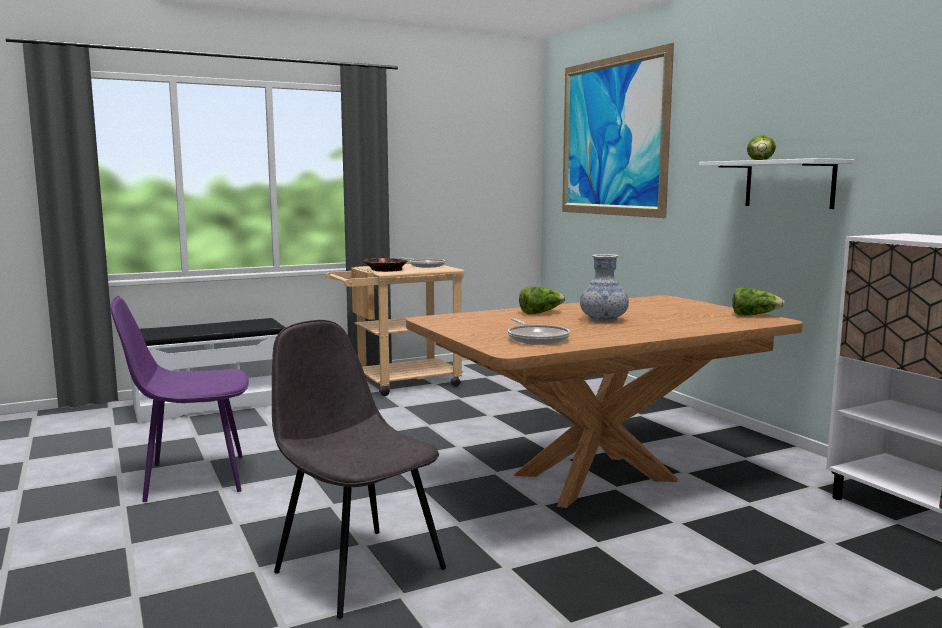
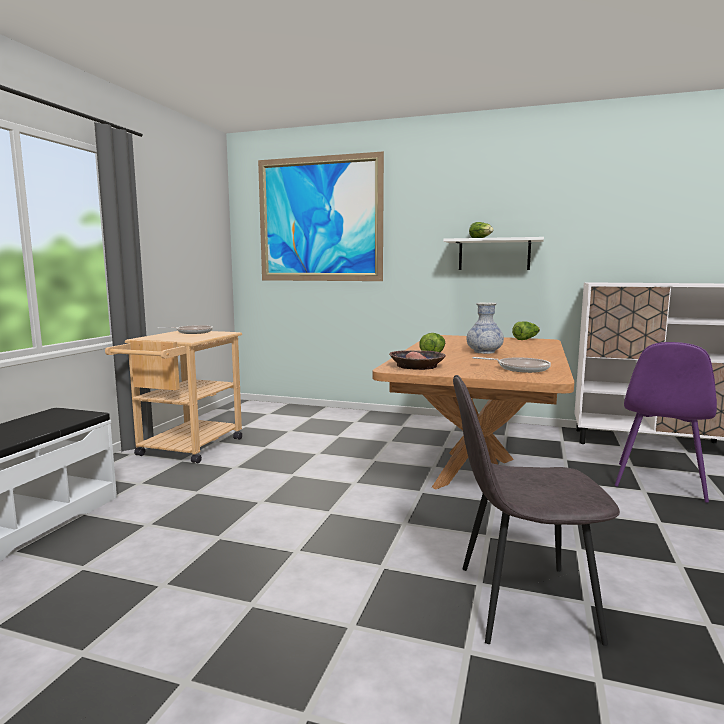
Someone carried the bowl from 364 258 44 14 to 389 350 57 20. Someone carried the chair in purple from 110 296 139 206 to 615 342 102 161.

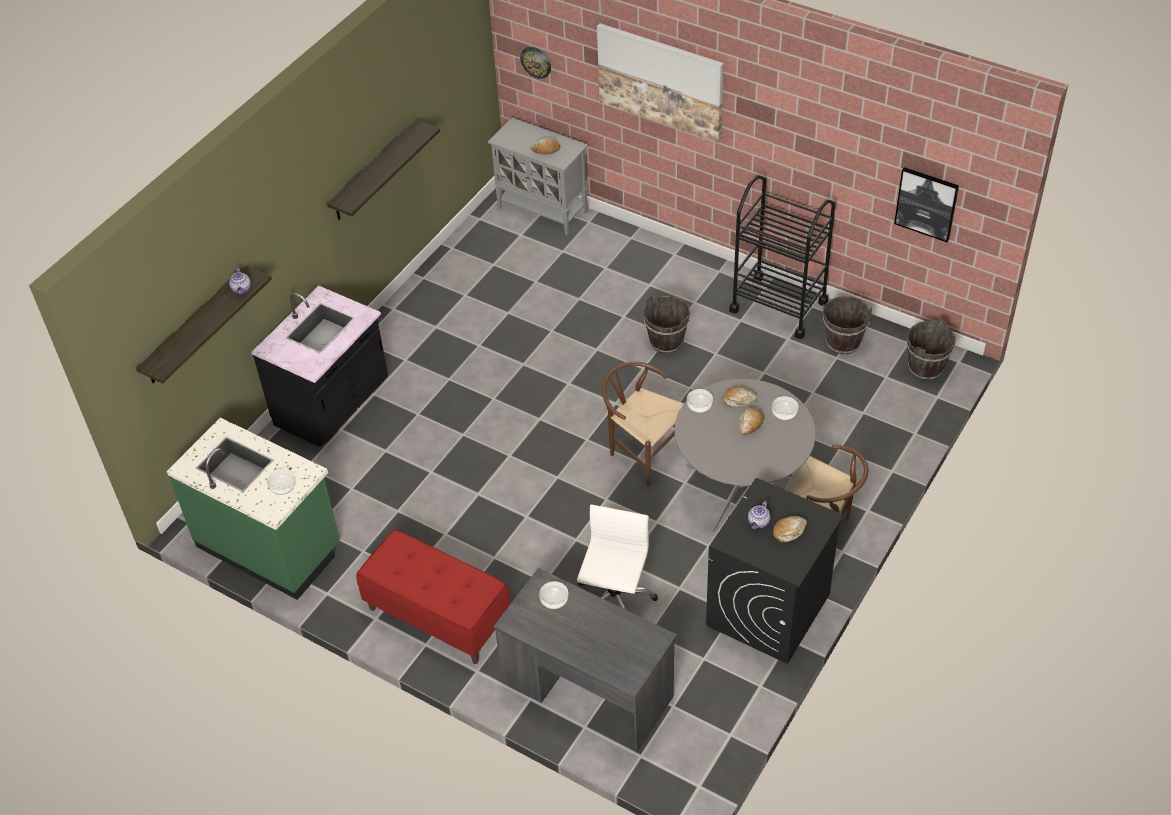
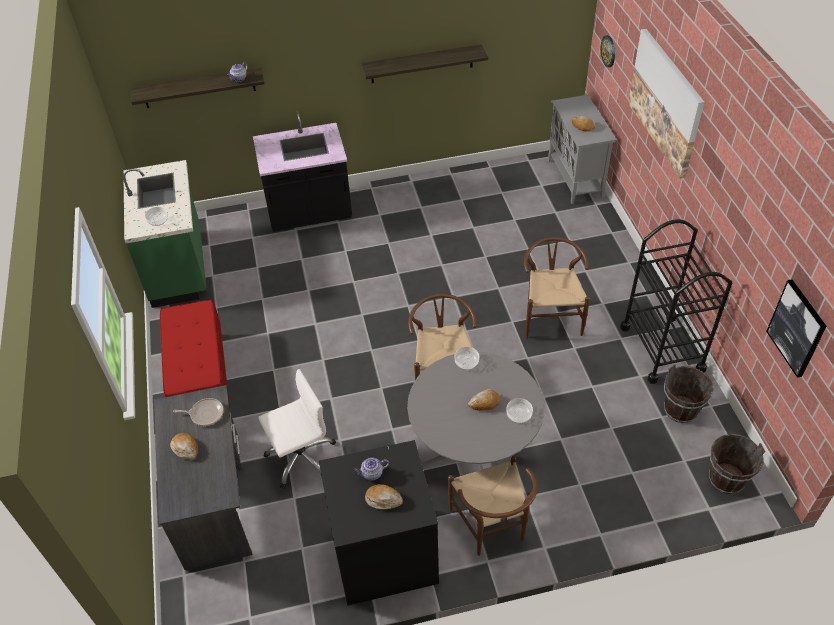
Someone carried the bread from 723 387 34 20 to 170 433 28 27. Someone swapped the bowl at 539 581 29 28 for the frying pan at 173 398 51 28. Someone swapped the bucket in brown at 643 295 47 59 for the chair in brown at 524 237 66 102.

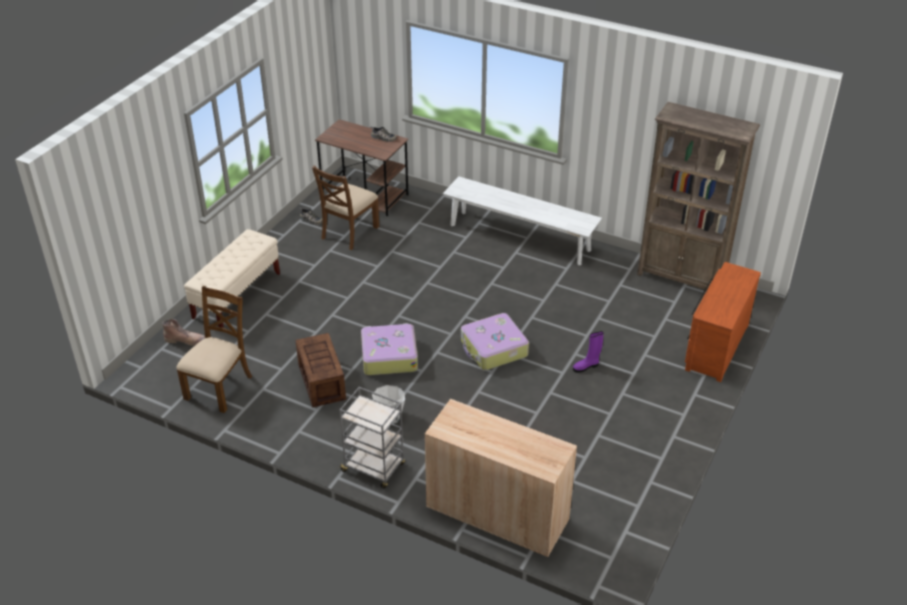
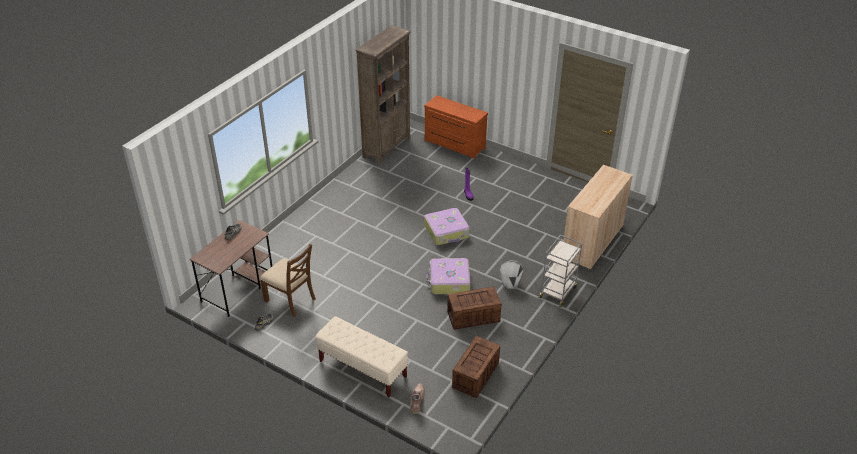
Someone swapped the chair in brown at 176 286 76 127 for the crate at 452 336 48 62. Someone took away the bench in white at 443 176 159 89.

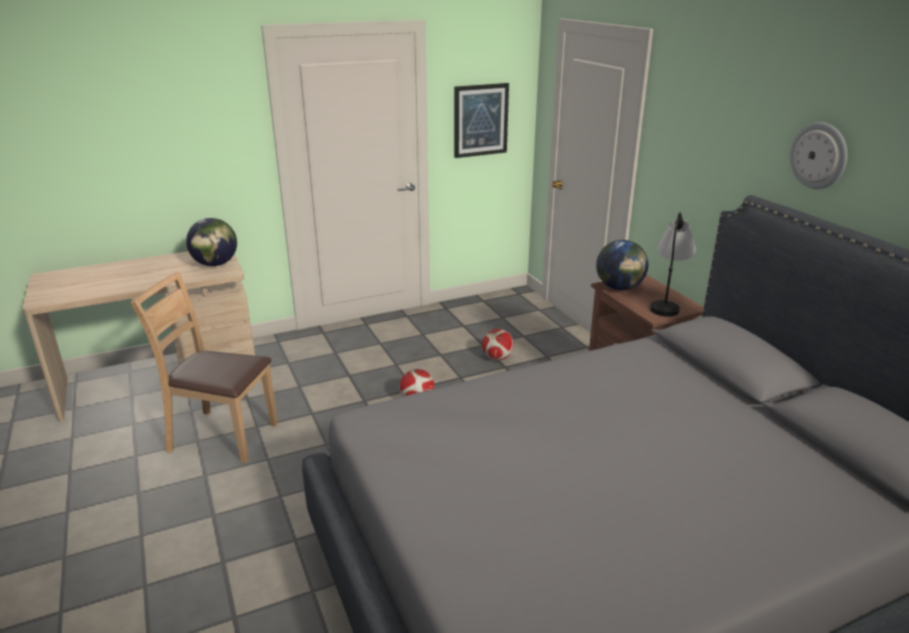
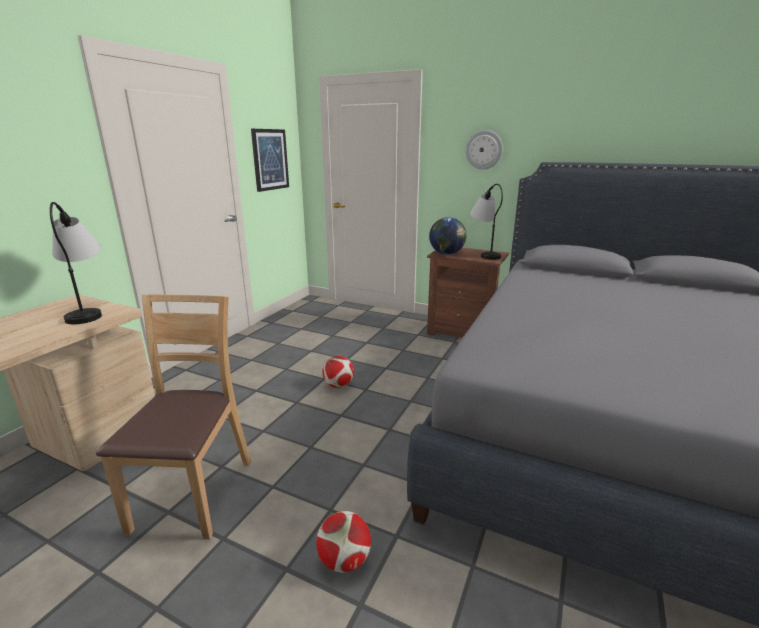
Someone swapped the globe at 186 218 51 48 for the table lamp at 49 202 53 122. Someone rotated the chair in brown at 130 272 148 191 by 120 degrees clockwise. Someone carried the football from 482 329 32 31 to 316 511 55 62. Someone carried the wall clock from 790 122 57 67 to 466 130 37 40.

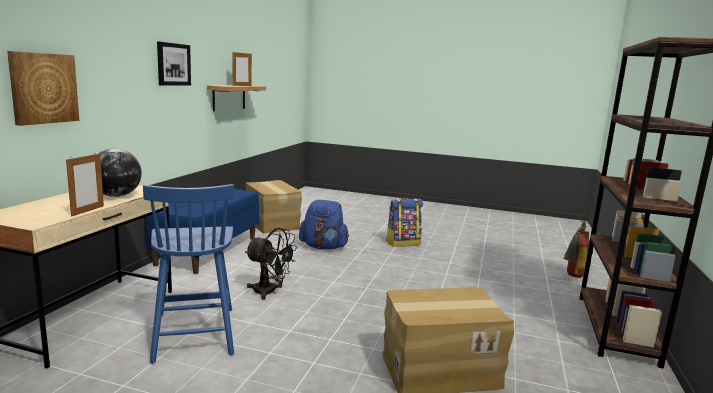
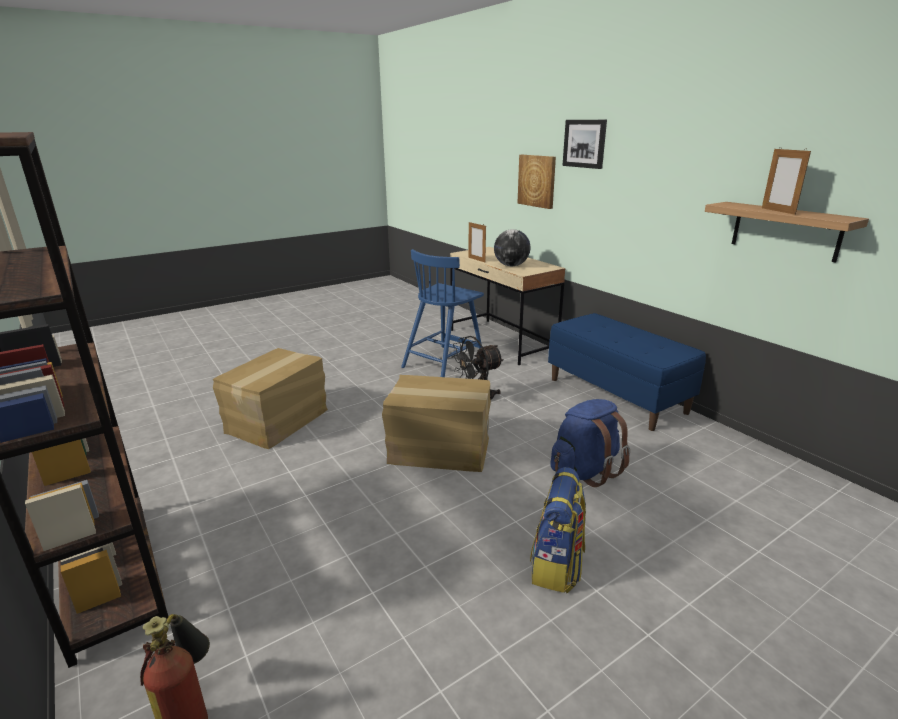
Someone carried the cardboard box from 246 180 56 54 to 382 375 109 97. Someone rotated the chair in blue at 143 184 91 180 by 75 degrees counterclockwise. Someone carried the picture from 157 42 34 44 to 562 120 45 49.

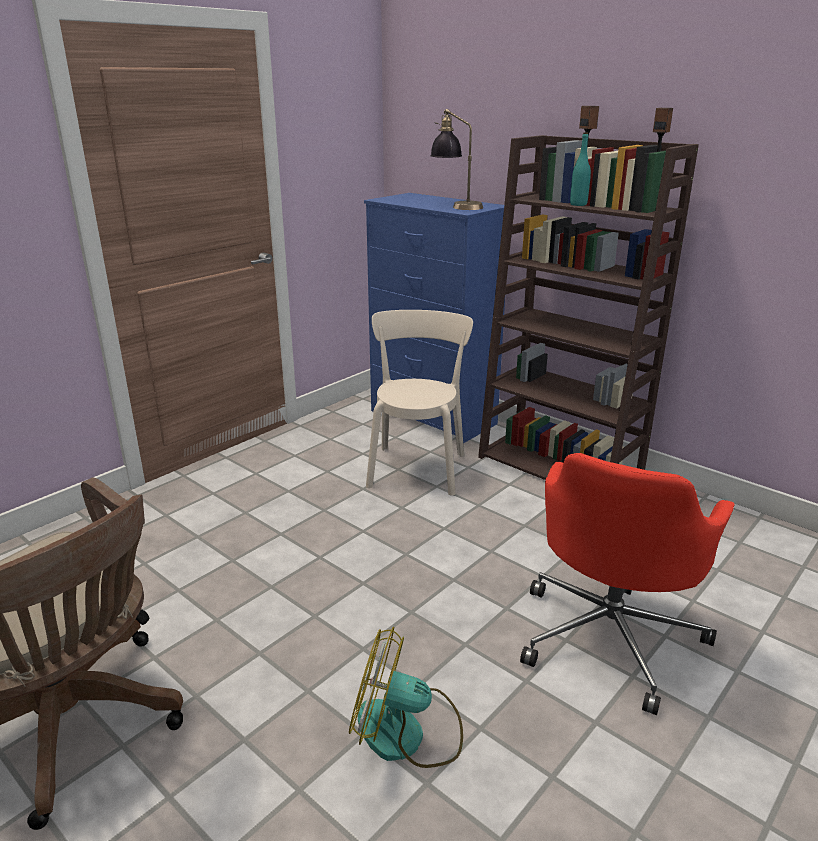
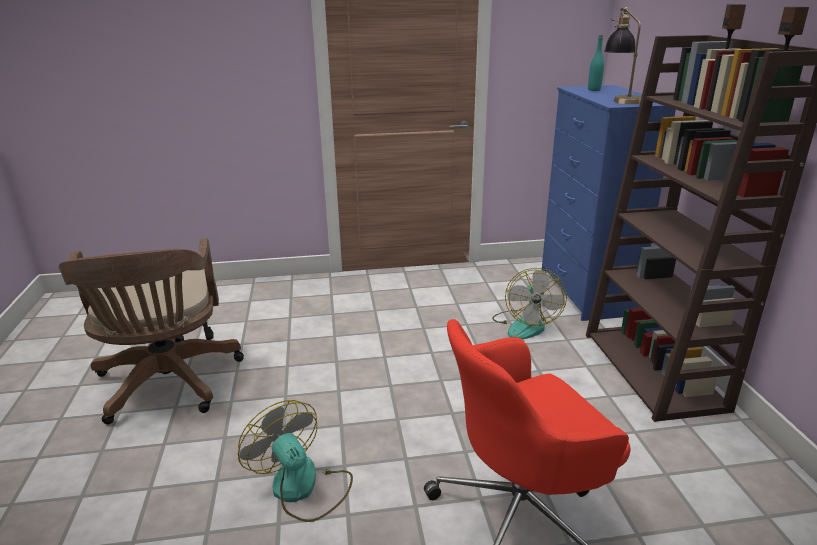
Someone swapped the chair in beige at 366 310 107 186 for the fan at 492 268 75 71. Someone carried the bottle in turquoise from 570 132 21 74 to 588 35 16 56.

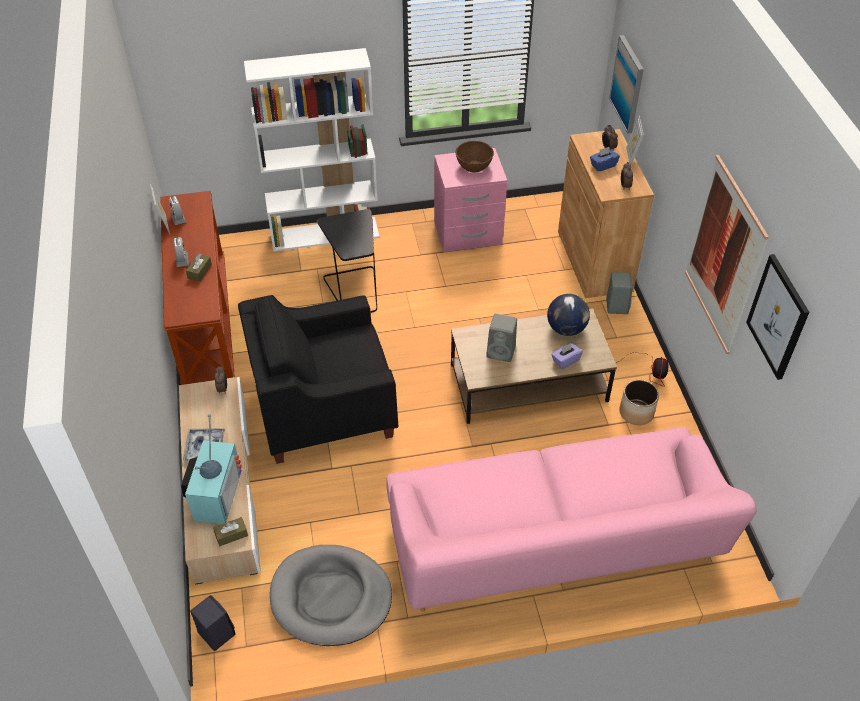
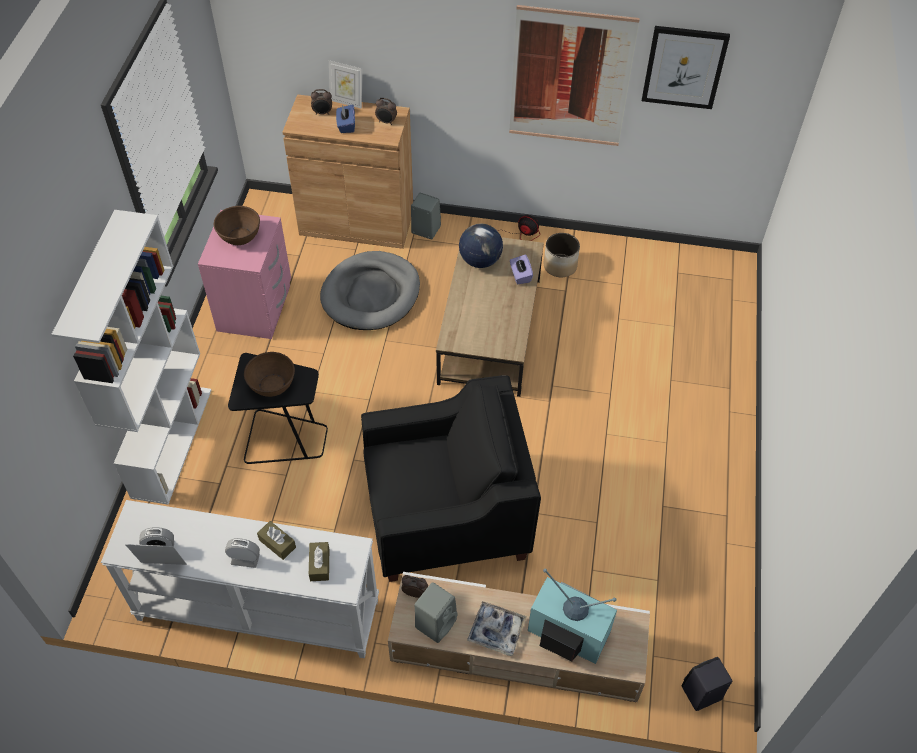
Someone repainted the console table in brown at 160 191 75 194, which became the console table in white at 101 500 278 158. Someone put down the bowl in brown at 244 352 51 45. Someone carried the tissue box in brown from 213 517 35 29 to 309 542 20 39. Someone carried the dog bed in grey from 270 545 122 101 to 320 251 100 79. Someone rotated the armchair in black at 238 295 160 169 by 105 degrees counterclockwise. Someone carried the speaker in grey from 486 314 31 48 to 415 582 42 61. Someone took away the sofa in pink at 386 427 370 185. Someone took away the picture at 609 35 35 98.

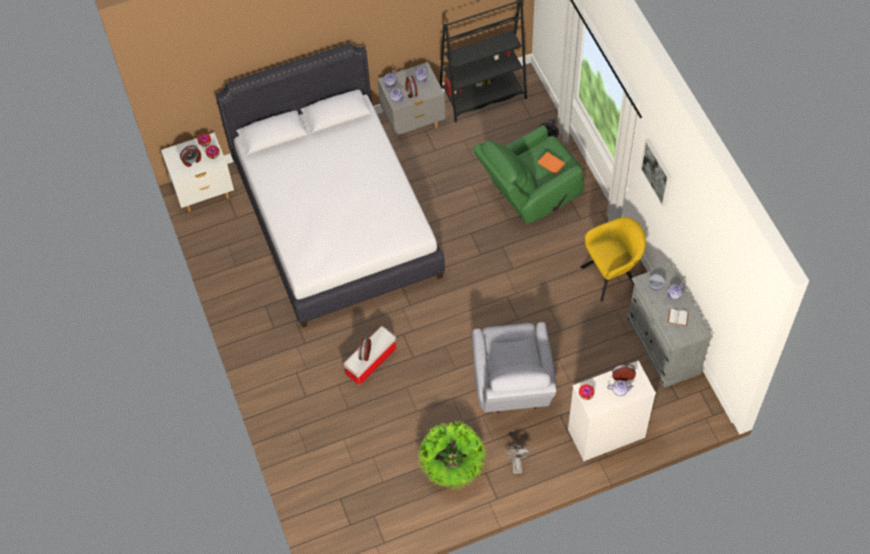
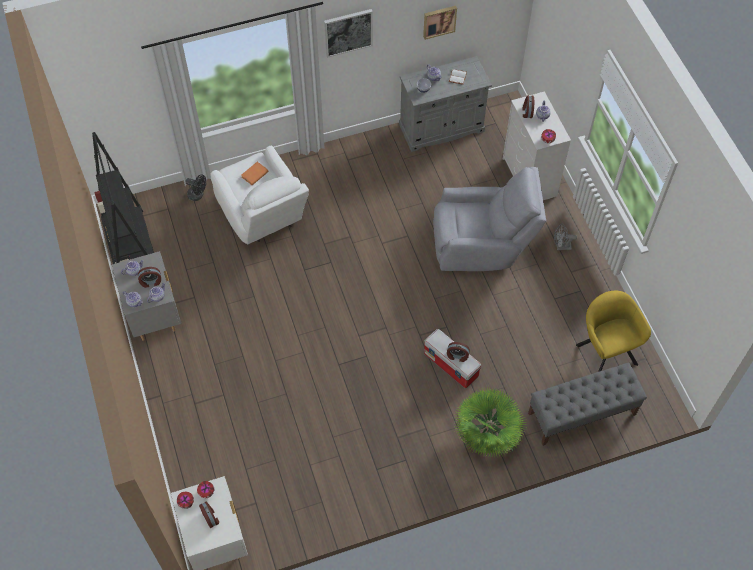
Someone repainted the armchair in green at 473 125 111 98, which became the armchair in white at 211 146 98 98. Someone put up the picture at 423 6 34 34. Someone carried the potted plant from 417 420 71 71 to 455 387 71 71. Someone put down the bench in grey at 528 362 119 84. Someone carried the armchair in yellow from 580 217 66 84 to 576 291 75 81. Someone took away the bed in white at 215 43 230 285.

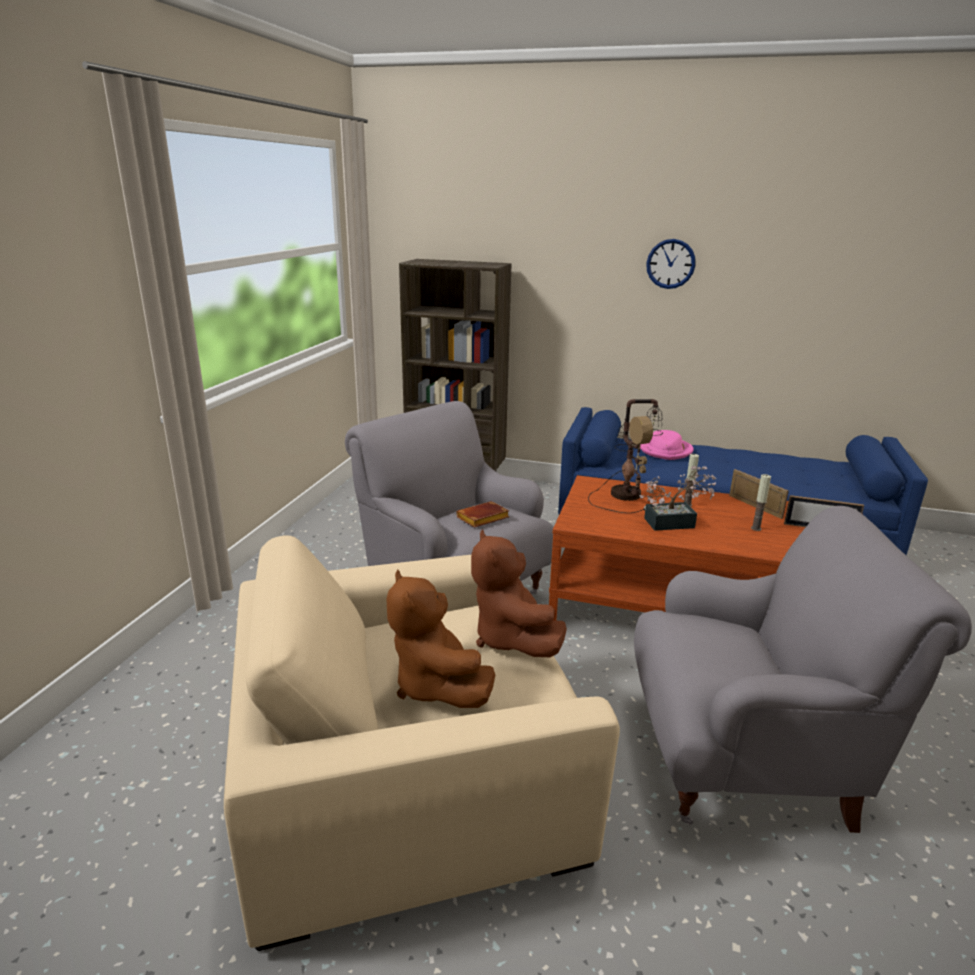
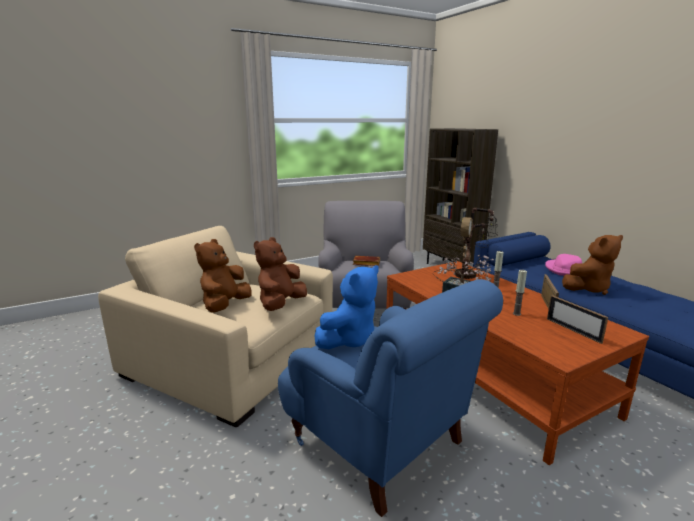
Someone repainted the armchair in grey at 634 506 338 327, which became the armchair in blue at 278 279 225 238. Someone put down the plush toy in blue at 314 265 65 84. Someone put down the plush toy in brown at 562 235 61 60. Someone took away the wall clock at 646 239 50 50.

